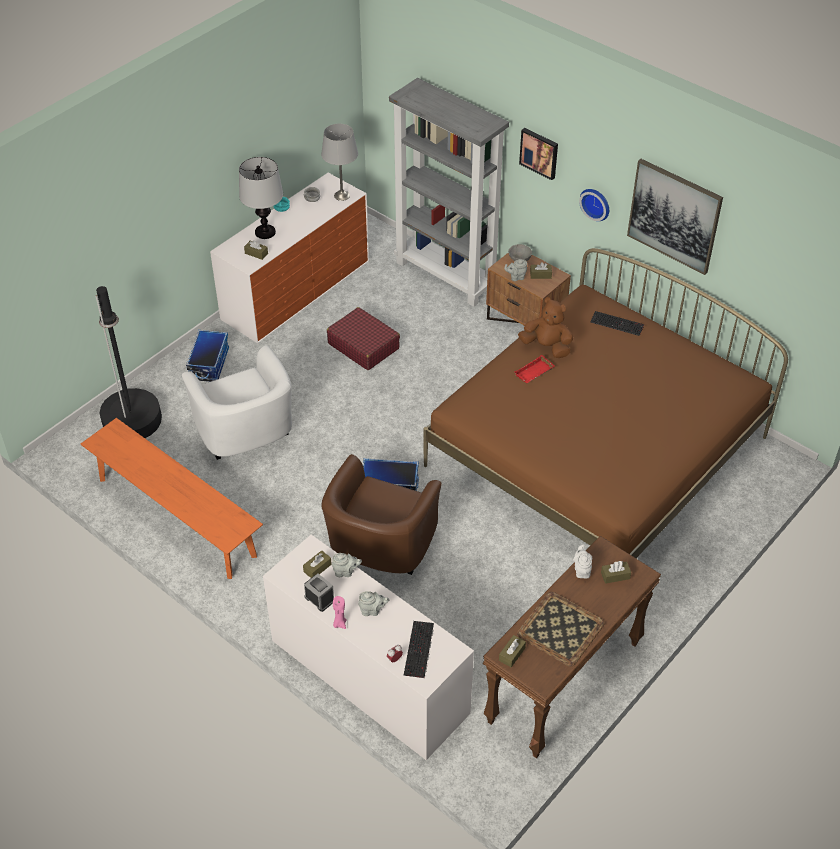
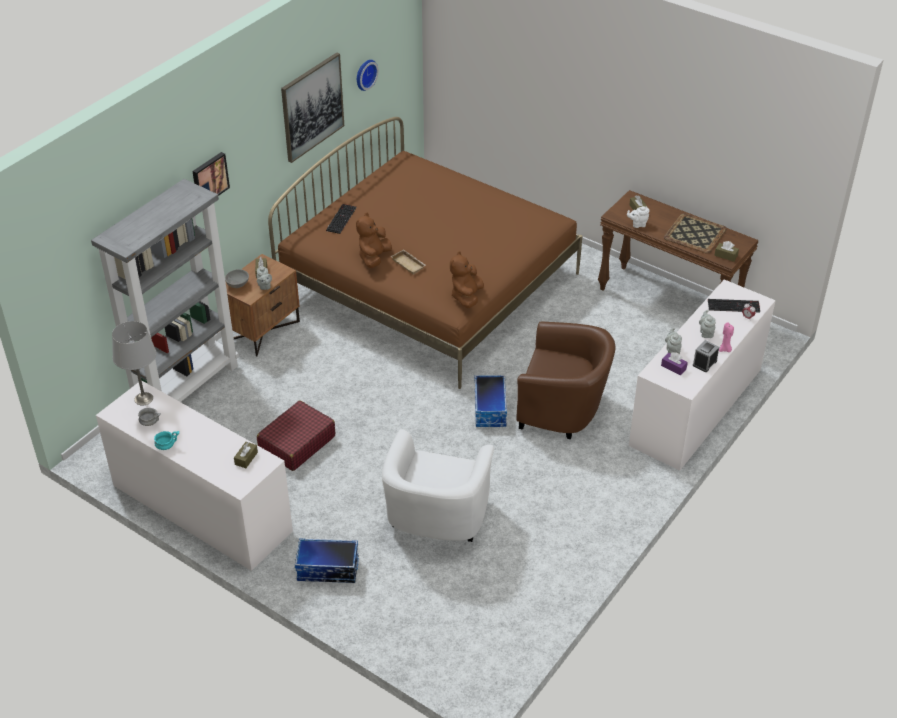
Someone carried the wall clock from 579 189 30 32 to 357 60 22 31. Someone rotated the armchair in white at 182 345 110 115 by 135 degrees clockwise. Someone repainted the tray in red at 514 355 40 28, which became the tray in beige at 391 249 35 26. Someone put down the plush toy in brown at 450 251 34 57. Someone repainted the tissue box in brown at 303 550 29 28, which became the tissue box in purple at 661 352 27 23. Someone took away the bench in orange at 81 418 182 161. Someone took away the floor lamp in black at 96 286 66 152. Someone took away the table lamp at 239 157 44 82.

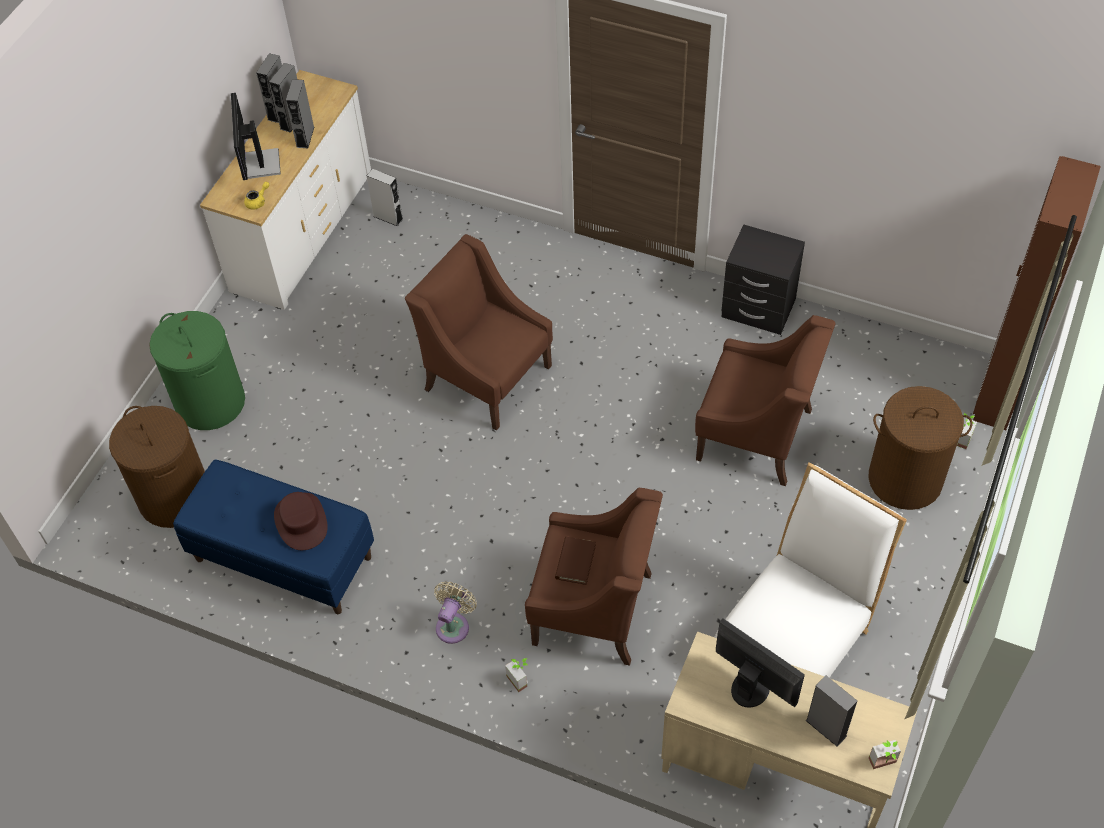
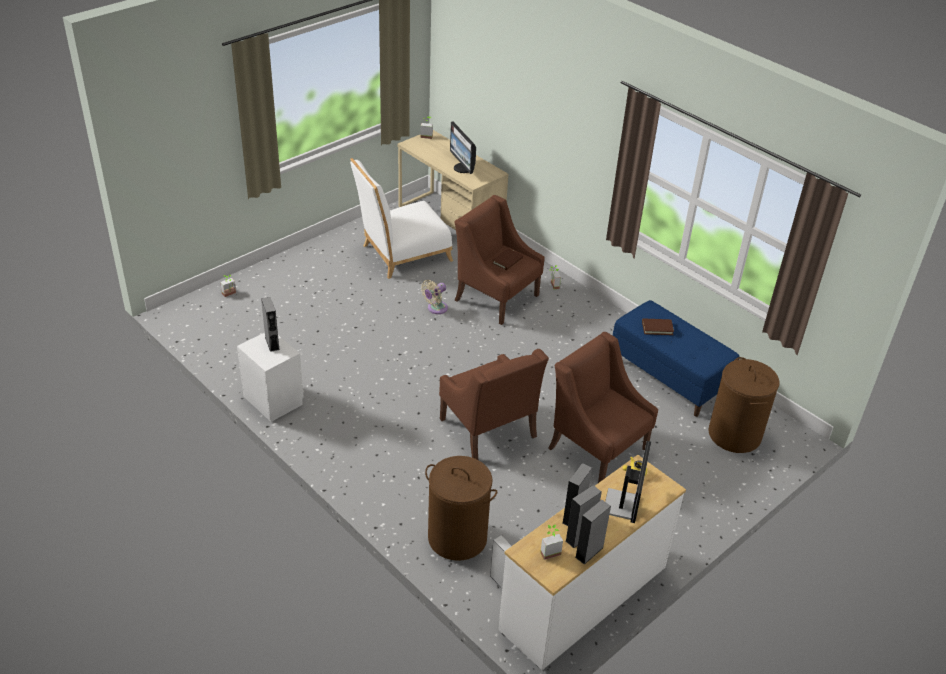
Someone repainted the nightstand in black at 721 224 84 111, which became the nightstand in white at 237 333 67 89. Someone carried the speaker in grey from 806 676 51 71 to 261 297 19 55. Someone carried the fan in beige from 434 581 43 63 to 421 280 27 34. Someone carried the laundry basket in brown from 868 386 104 124 to 425 456 72 105. Someone put down the potted plant at 540 525 23 35. Someone carried the armchair in brown from 695 315 140 171 to 548 332 110 151. Someone swapped the hat in brown at 274 492 54 58 for the book in brown at 642 318 32 17. Someone took away the laundry basket in green at 149 311 96 119. Someone took away the wardrobe in brown at 973 156 128 274.

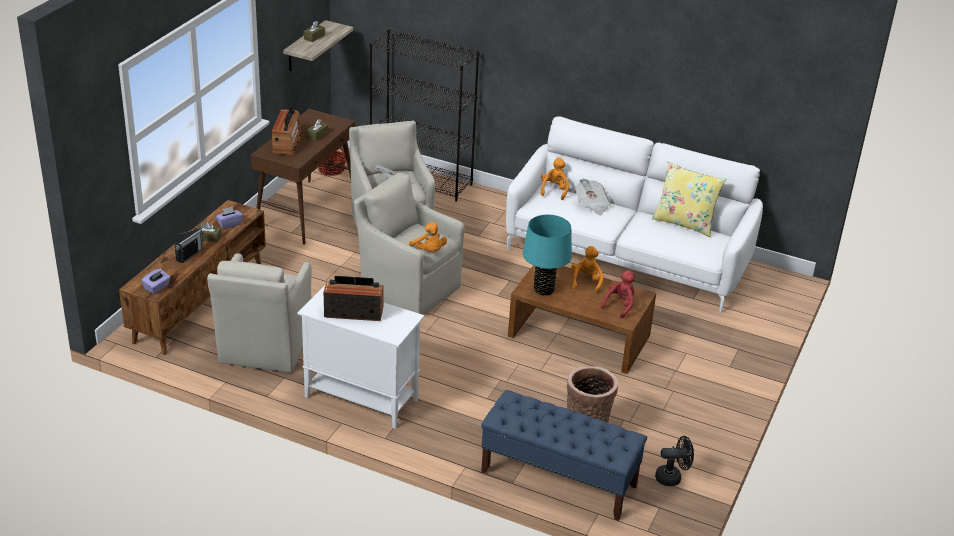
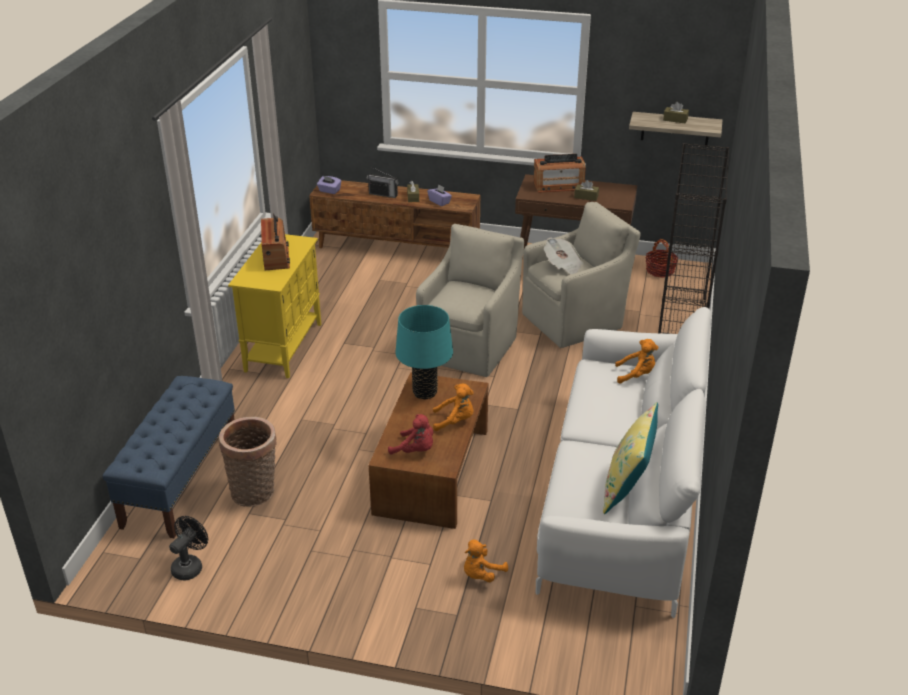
Someone rotated the fan in black at 655 436 39 50 by 135 degrees counterclockwise. Someone repainted the cabinet in white at 298 285 126 144, which became the cabinet in yellow at 228 234 93 144. Someone carried the plush toy in orange from 409 222 38 30 to 464 539 44 43. Someone took away the armchair in beige at 207 253 105 120. Someone took away the newspaper at 575 178 36 37.

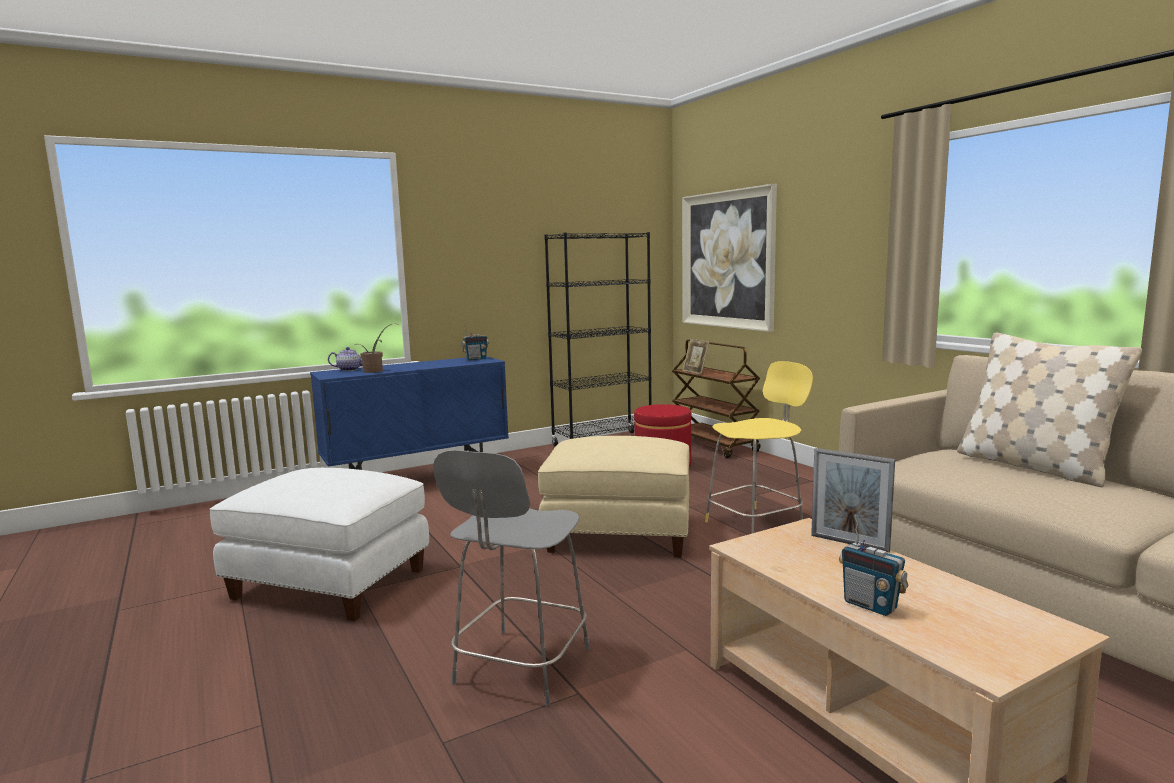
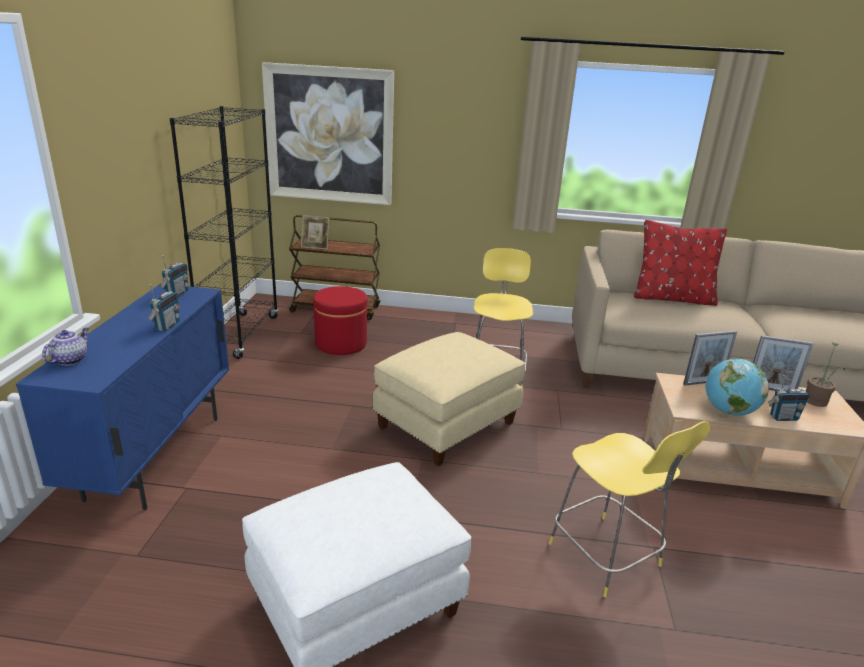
Someone put down the radio at 148 284 31 47. Someone repainted the stool in grey at 433 450 157 256, which became the stool in yellow at 549 421 161 176. Someone repainted the pillow in beige at 957 333 185 154, which became the pillow in red at 634 220 93 86. Someone put down the globe at 706 358 63 58. Someone put down the picture frame at 753 335 61 56. Someone carried the potted plant from 353 323 47 50 to 806 342 39 65.

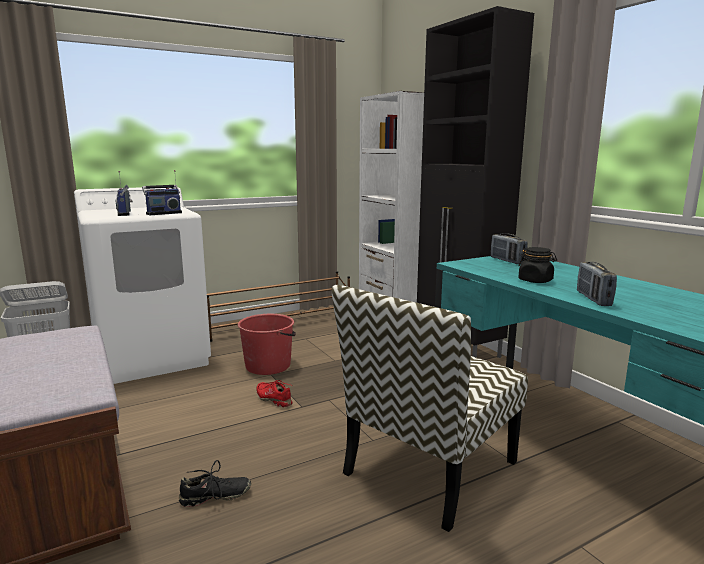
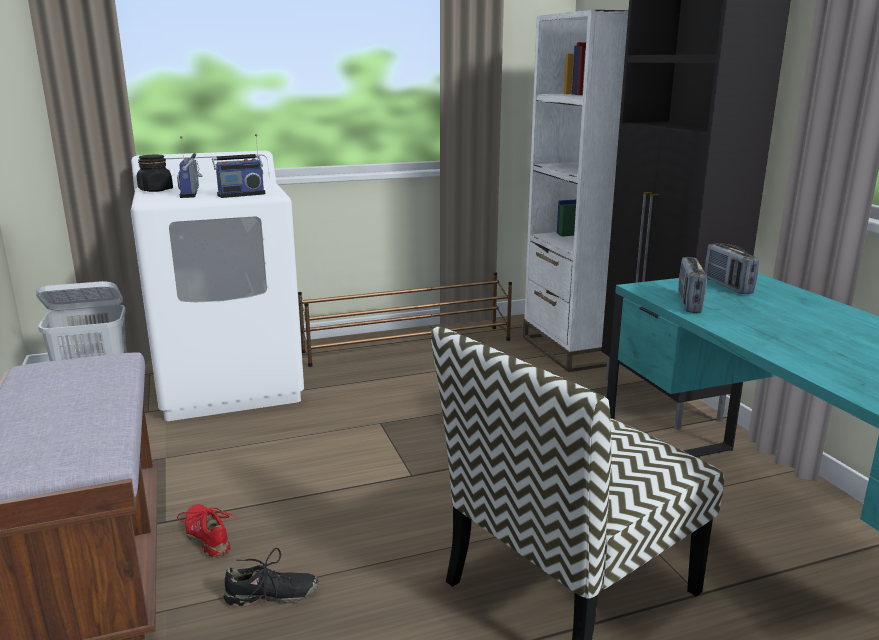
Someone carried the jar in black from 518 247 39 36 to 137 155 36 37. Someone carried the shoe in red from 256 380 37 28 to 177 504 63 53. Someone carried the radio from 577 262 40 44 to 678 257 29 56. Someone took away the bucket in red at 238 314 58 61.

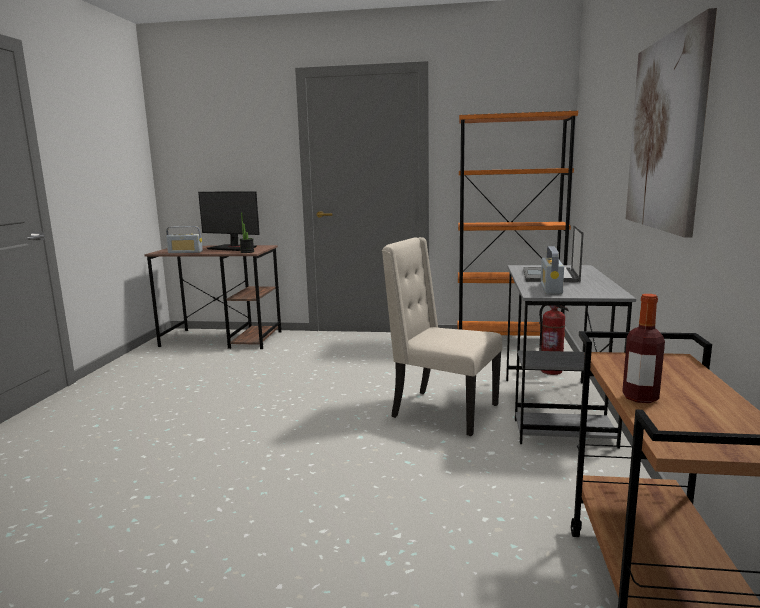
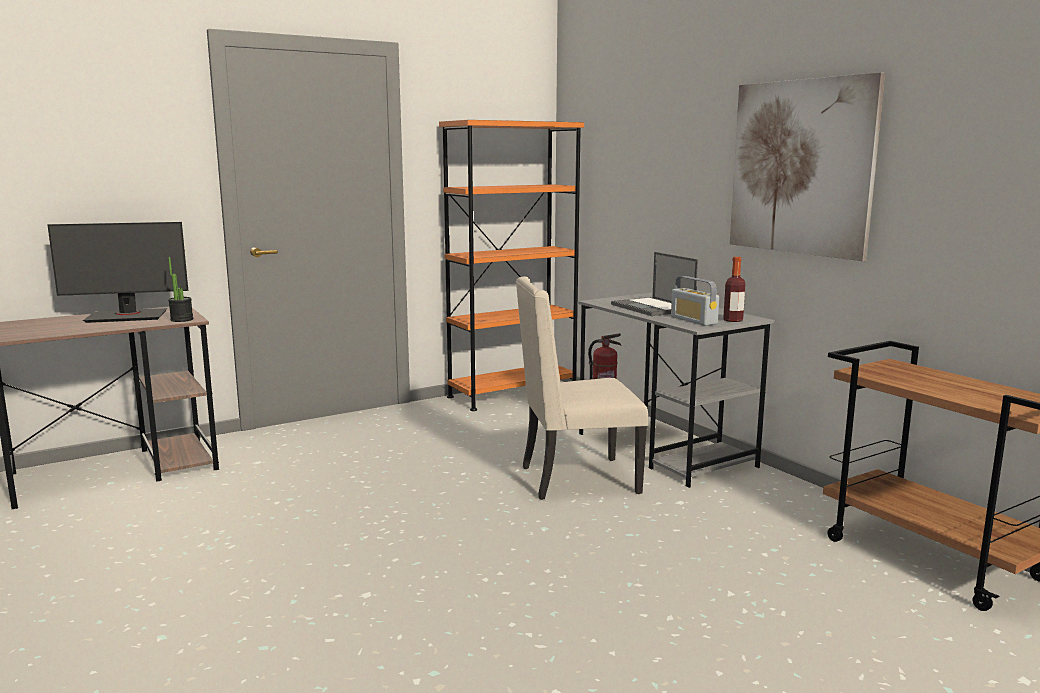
Someone carried the bottle from 622 294 43 109 to 723 257 22 65. Someone took away the radio at 166 226 37 27.

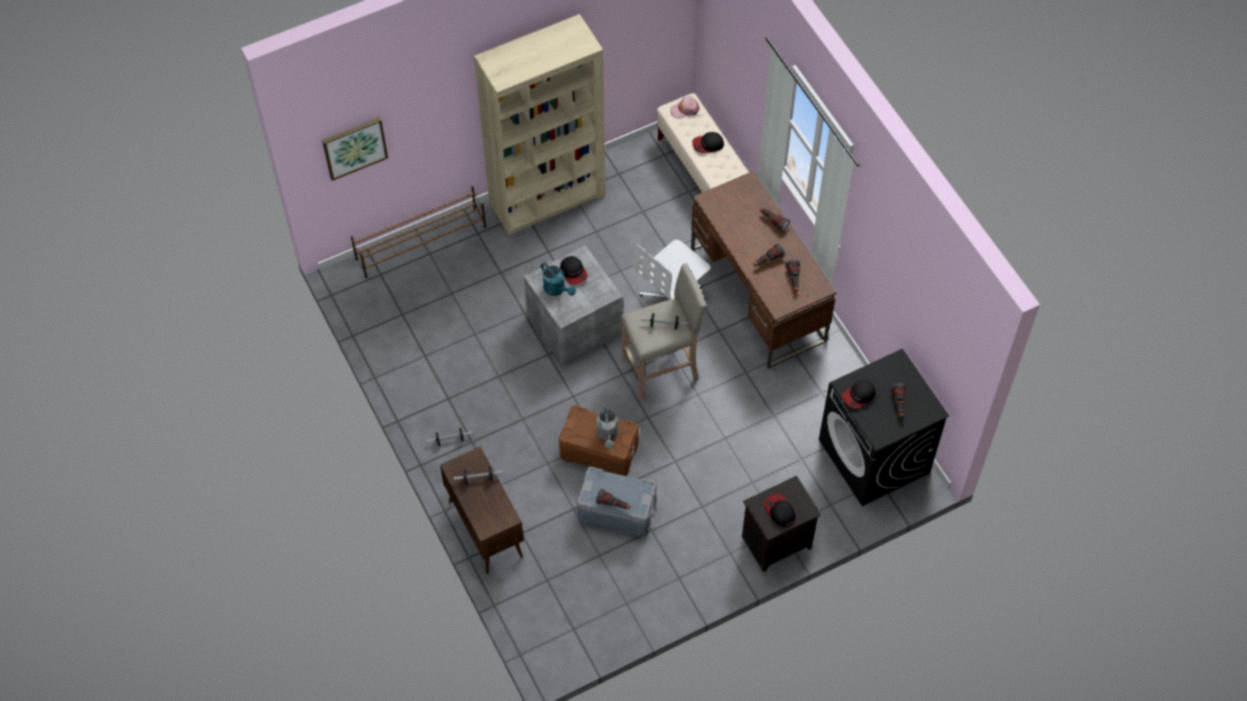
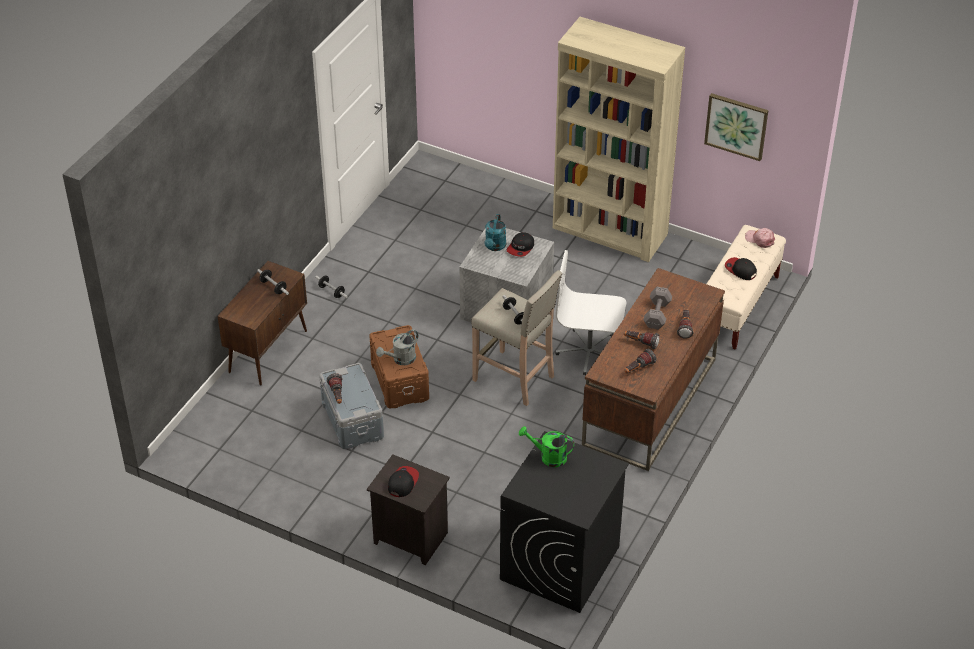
Someone swapped the cap at 842 380 34 29 for the watering can in green at 519 426 55 41. Someone put down the dumbbell in grey at 643 287 29 42. Someone carried the picture from 322 117 66 64 to 704 93 64 68. Someone took away the shoe rack in brown at 351 186 135 92. Someone took away the flashlight at 890 383 17 34.

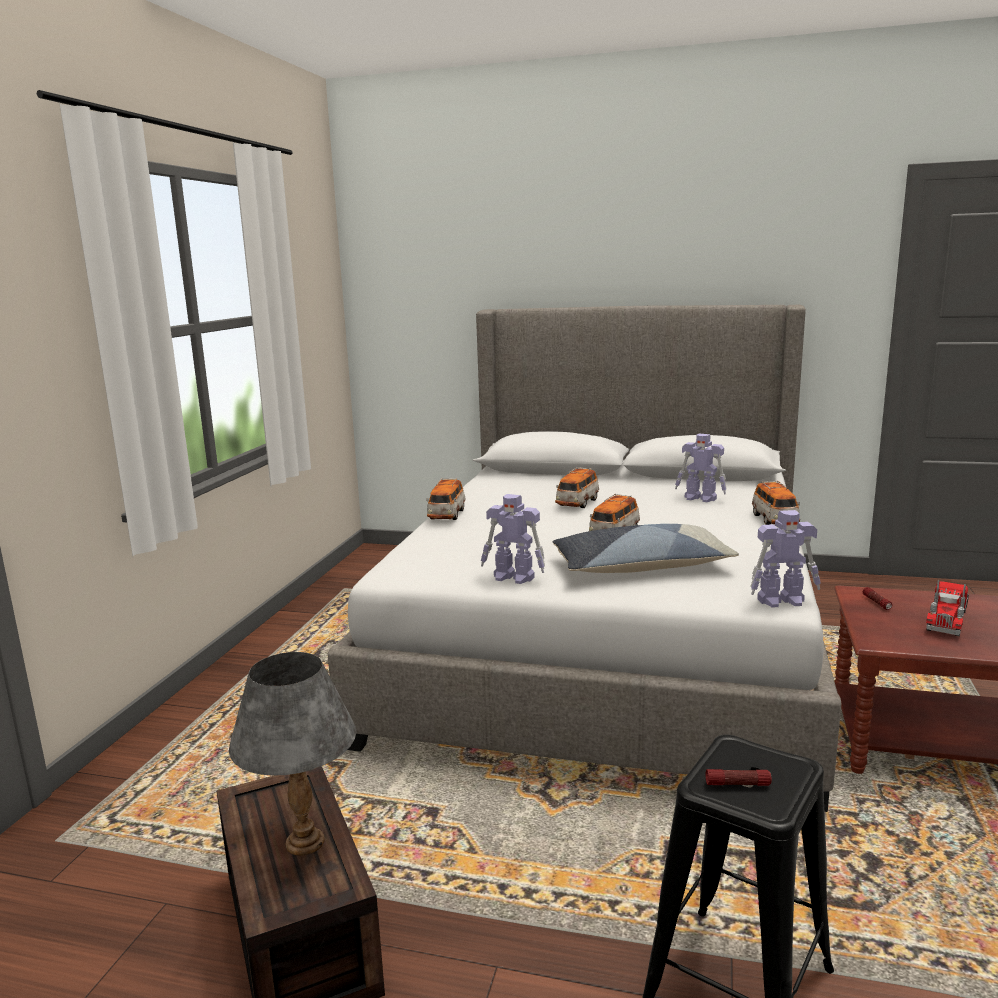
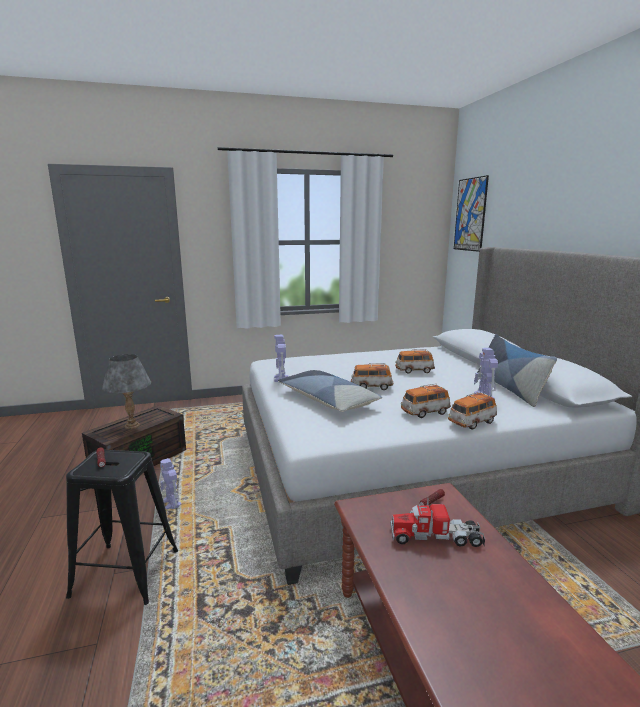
Someone carried the toy robot from 751 510 70 98 to 160 458 21 51. Someone carried the toy car from 426 478 40 42 to 401 384 50 34. Someone put up the picture at 454 175 35 77. Someone put down the pillow at 477 334 80 73.

